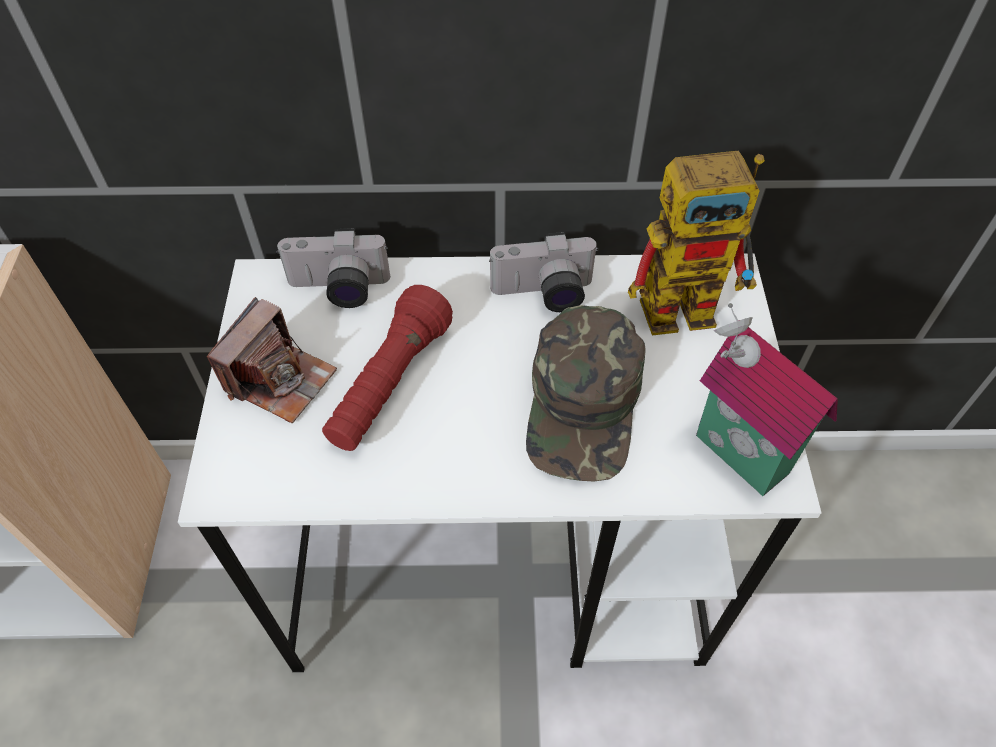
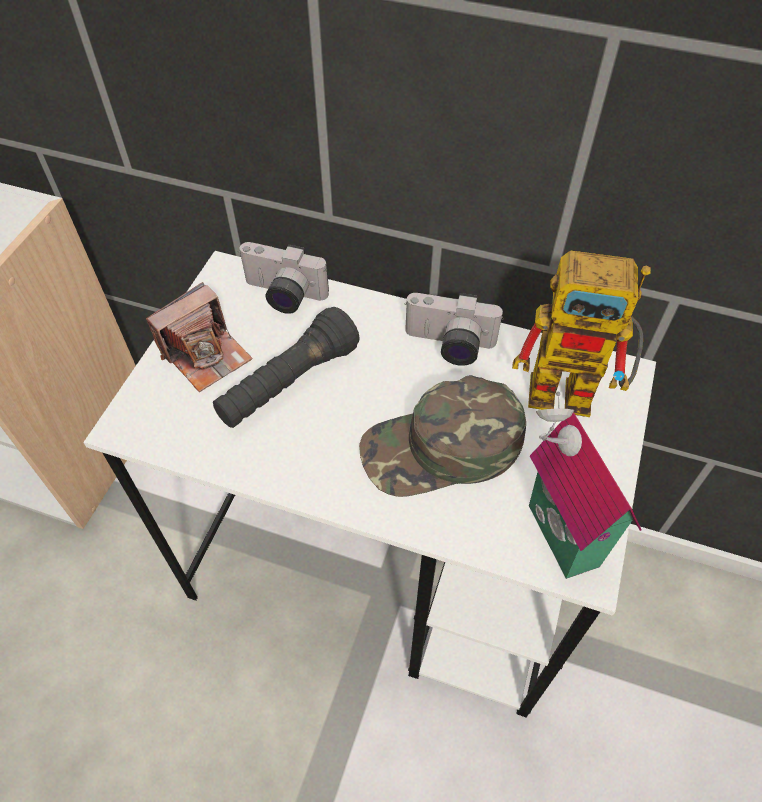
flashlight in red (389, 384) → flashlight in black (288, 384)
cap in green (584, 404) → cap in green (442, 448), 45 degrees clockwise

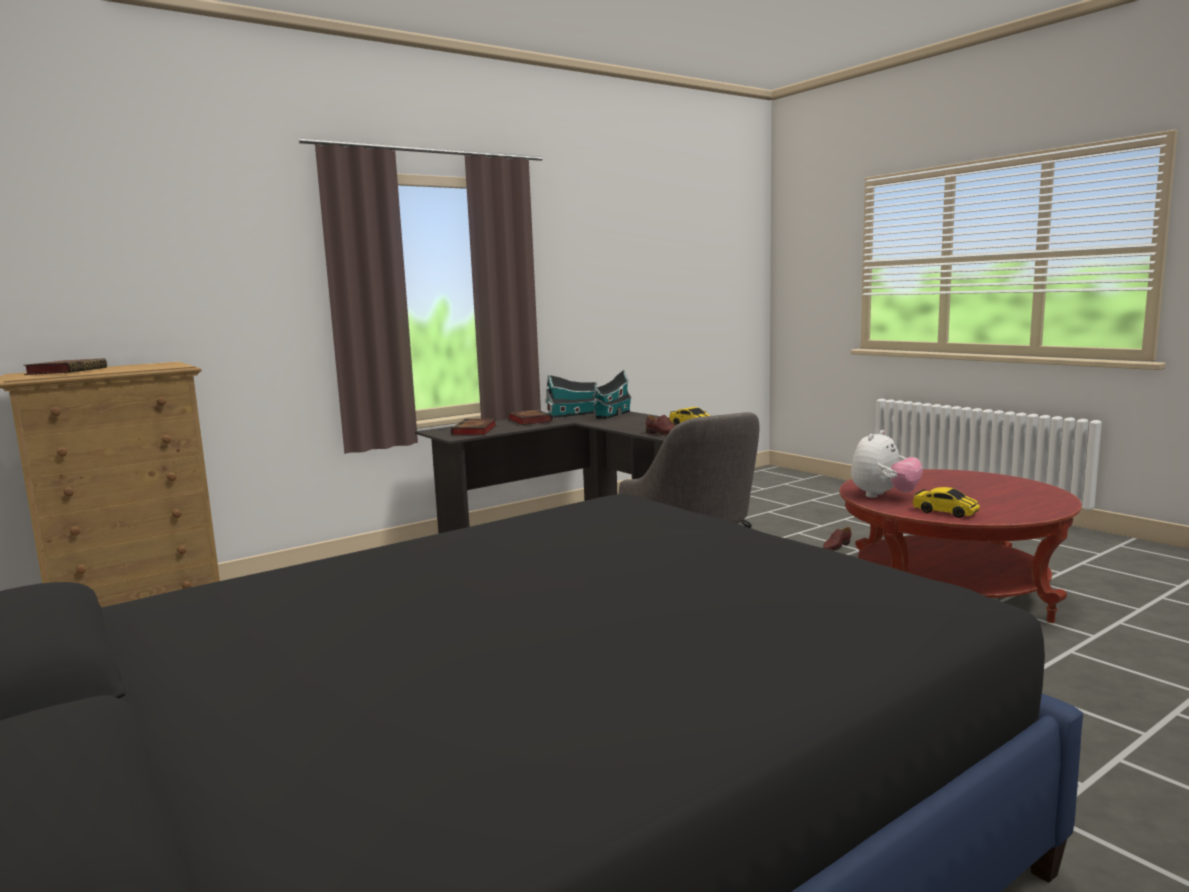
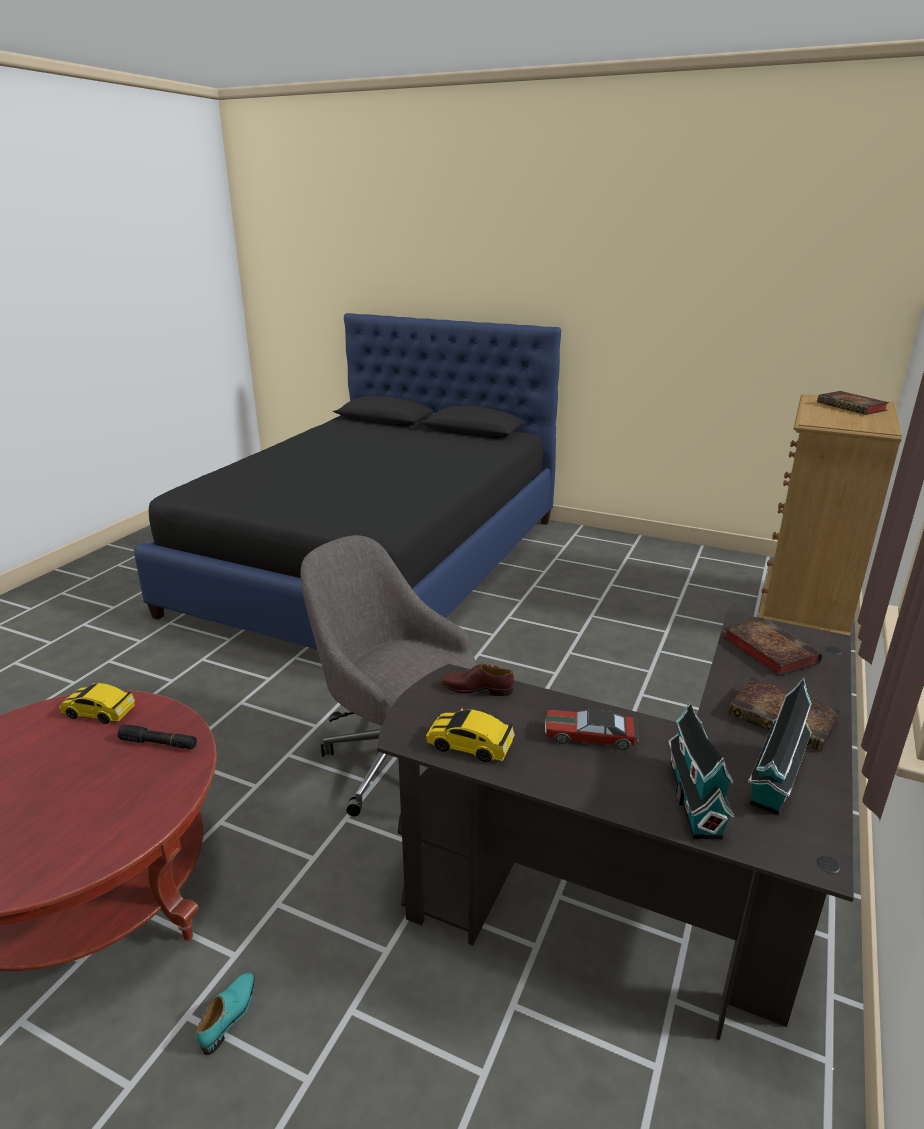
plush toy (883, 496) → flashlight in black (159, 743)
shoe in brown (836, 547) → shoe in turquoise (229, 1015)
- → toy car (590, 735)

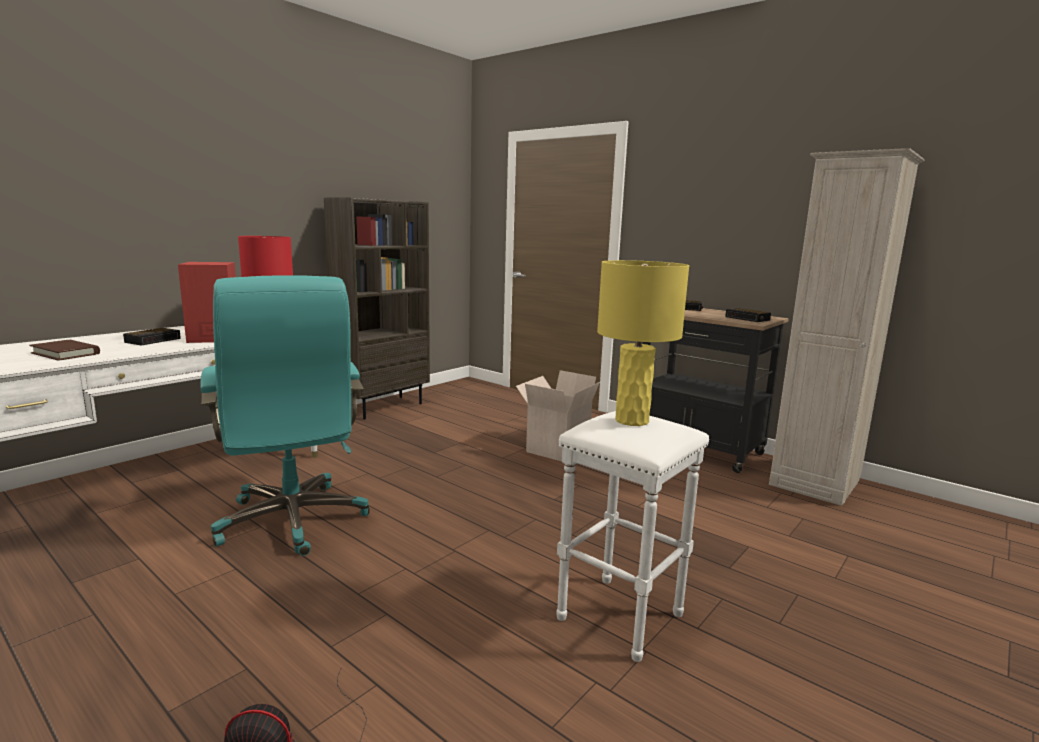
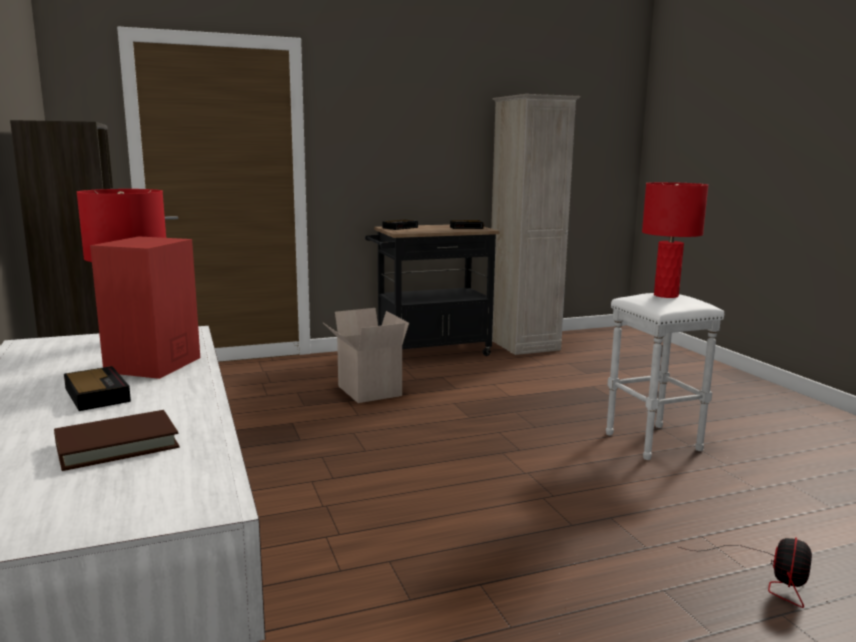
table lamp in yellow (631, 421) → table lamp in red (666, 295)
office chair in turquoise (291, 518) → -

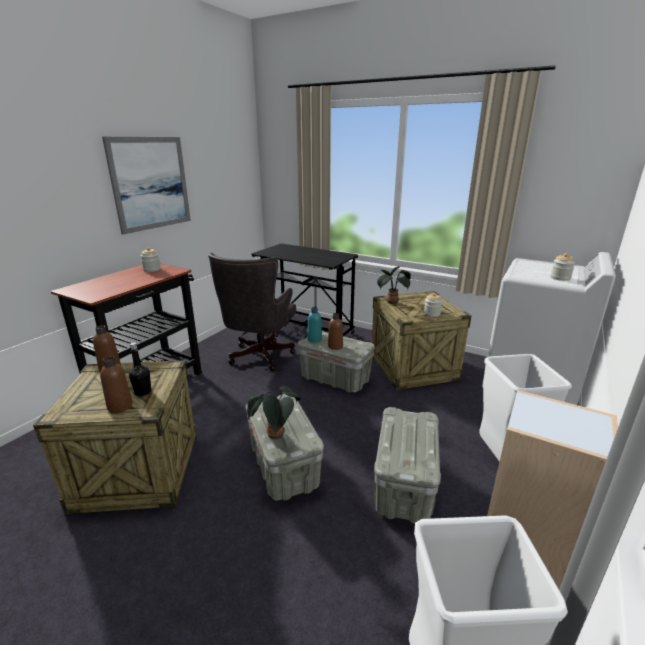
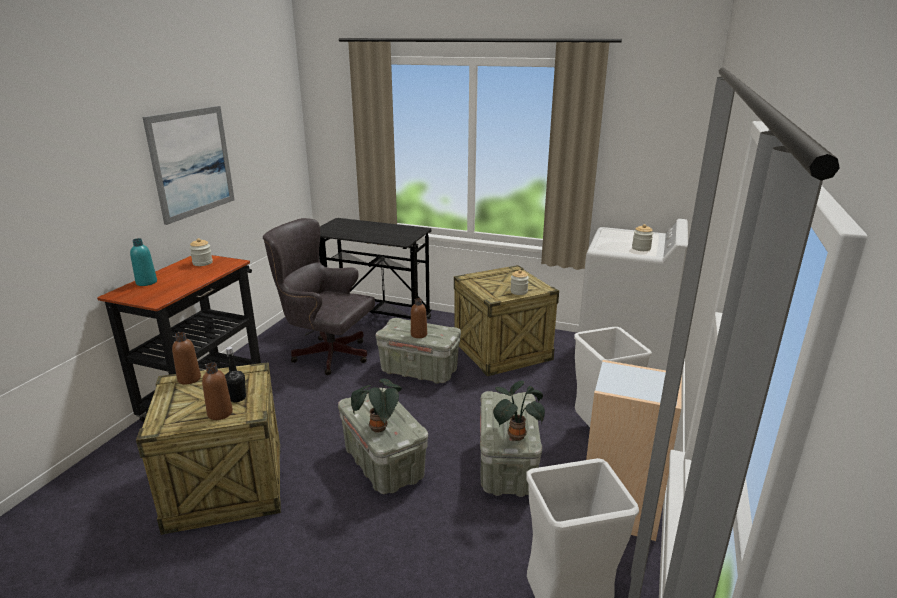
office chair in grey (260, 357) → office chair in grey (327, 354), 105 degrees clockwise
potted plant (392, 302) → potted plant (515, 435), relocated
bottle in turquoise (314, 339) → bottle in turquoise (146, 282), relocated

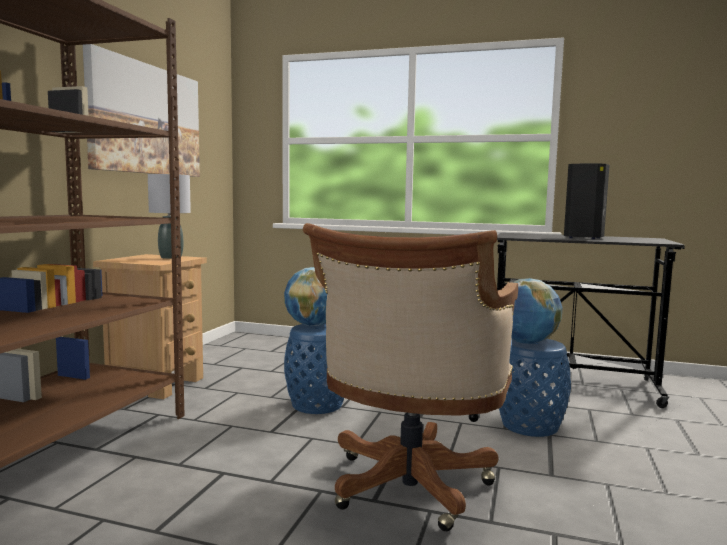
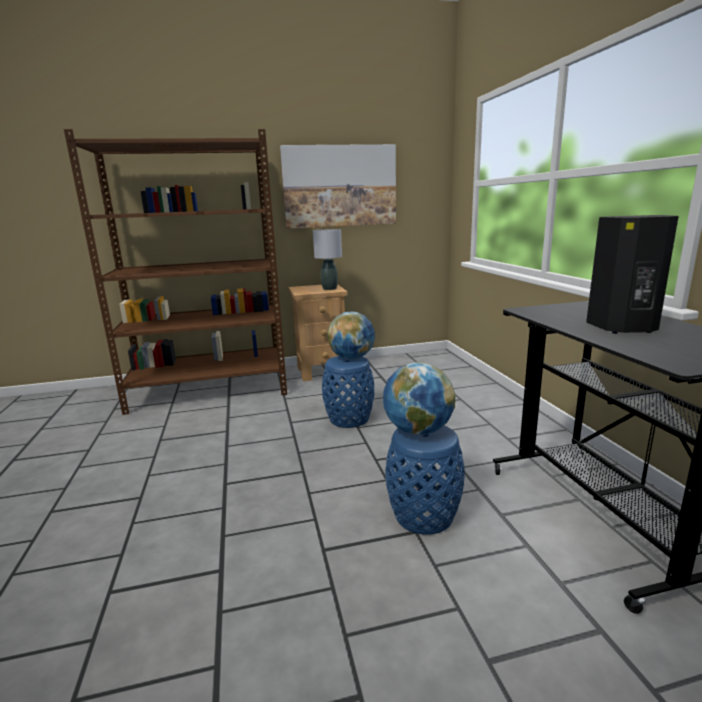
office chair (408, 489) → -

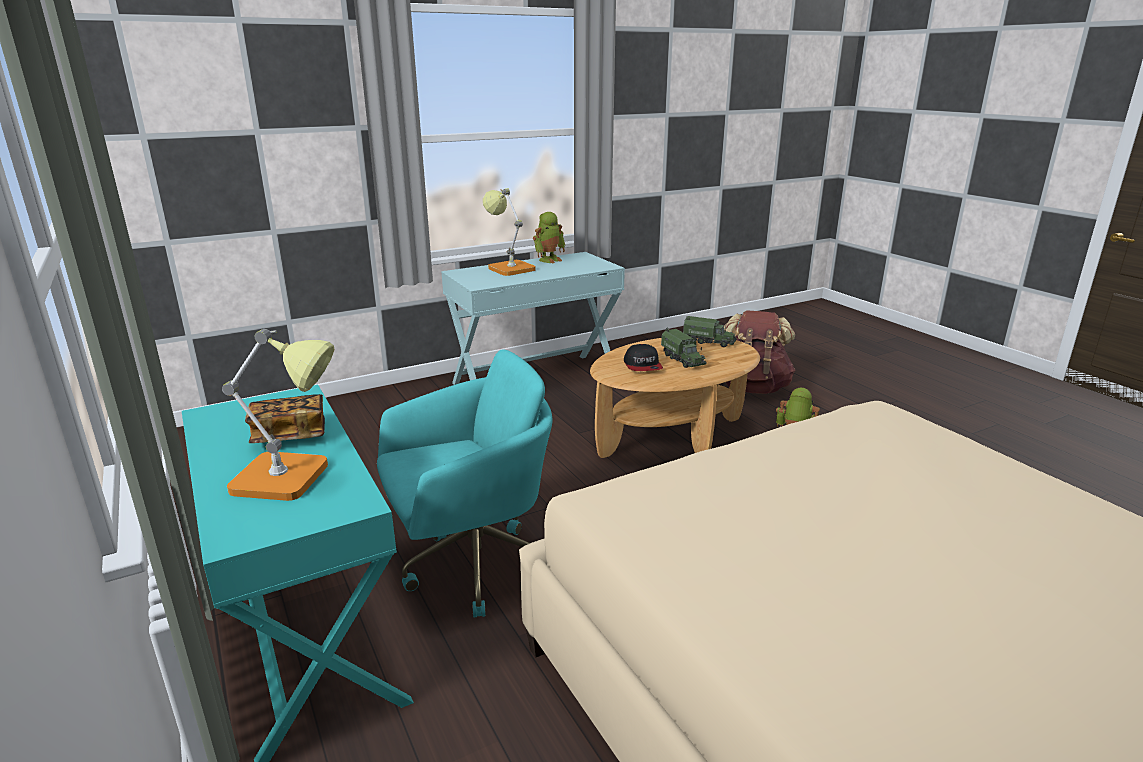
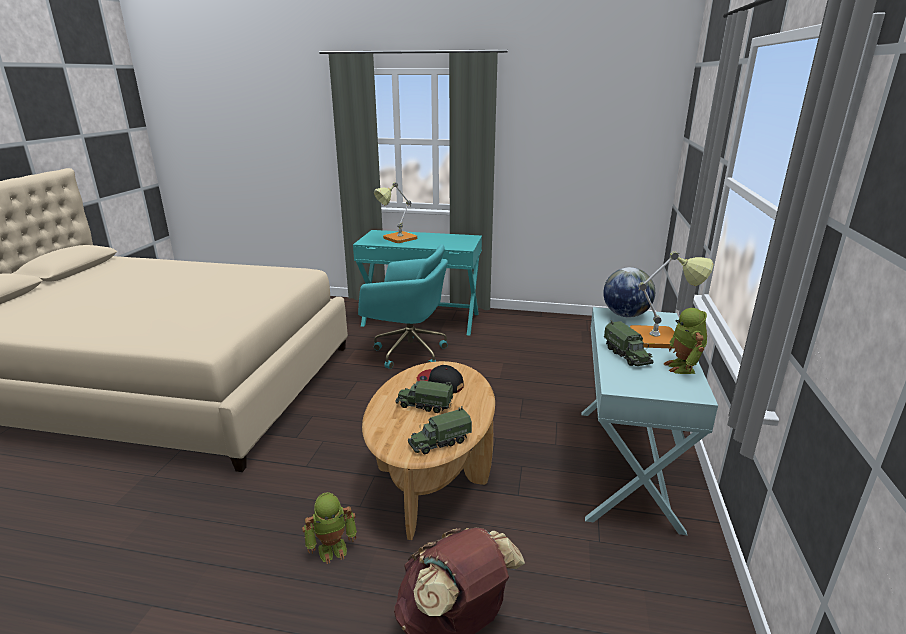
office chair in turquoise (470, 570) → office chair in turquoise (407, 353), 90 degrees counterclockwise
book (290, 435) → -
- → globe (625, 315)
- → toy truck (627, 355)

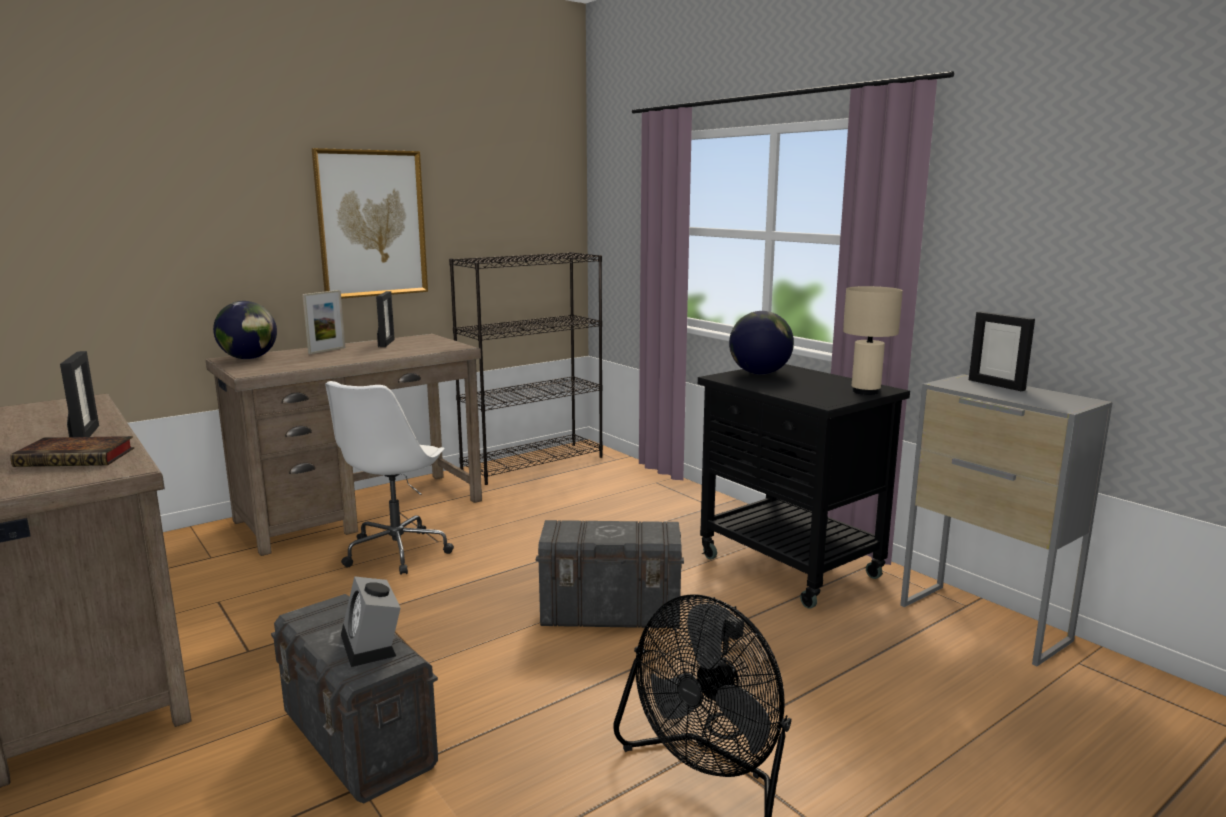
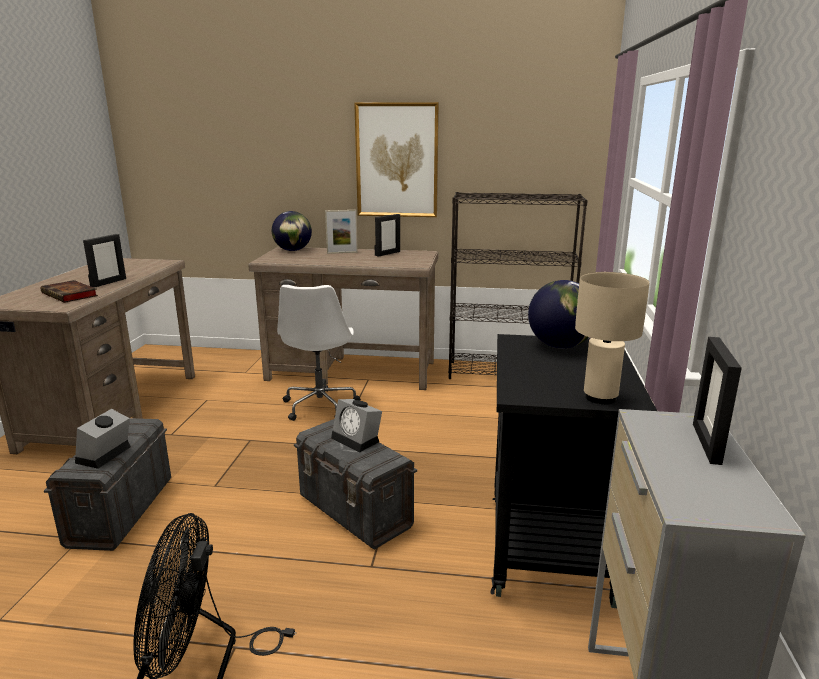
office chair in white (395, 554) → office chair in white (319, 407), 60 degrees counterclockwise
- → alarm clock (358, 439)

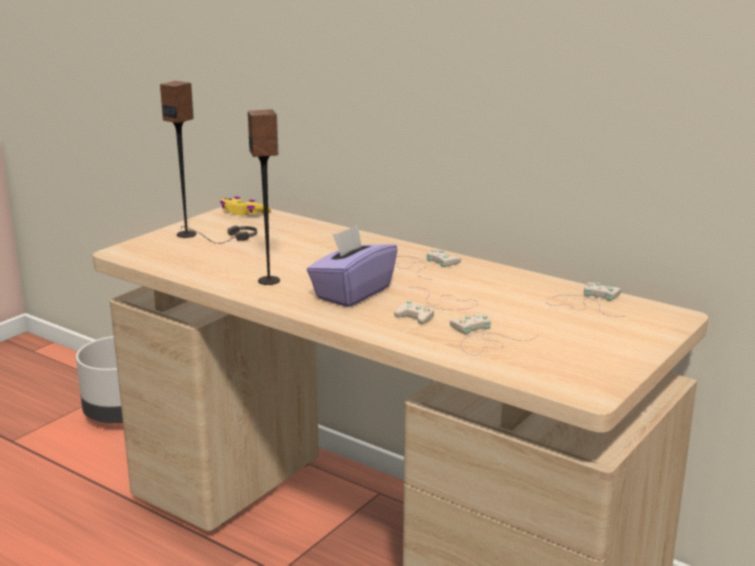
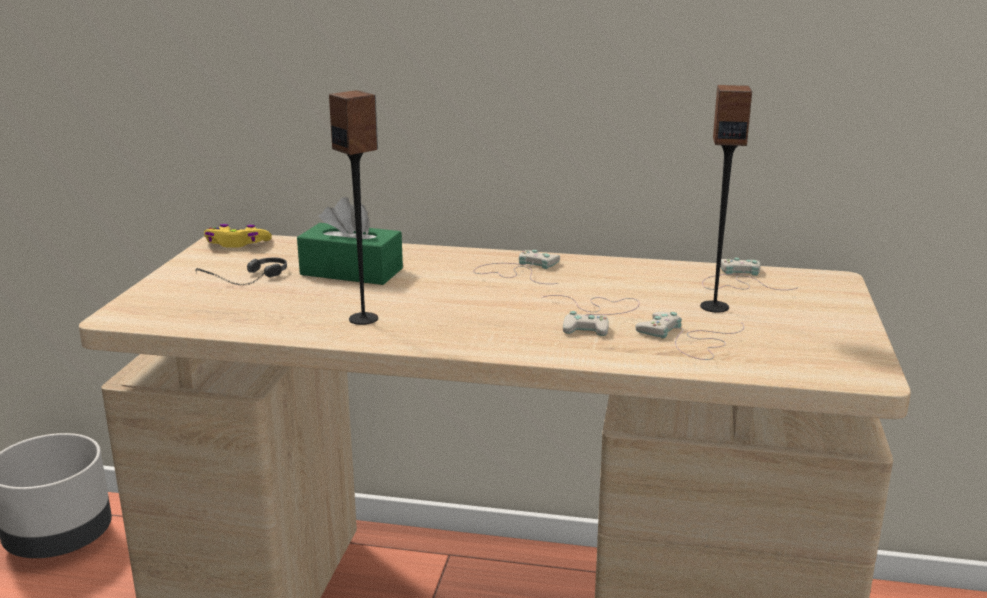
speaker (187, 234) → speaker (714, 306), relocated
tissue box in purple (352, 293) → -
- → tissue box in green (351, 272)

